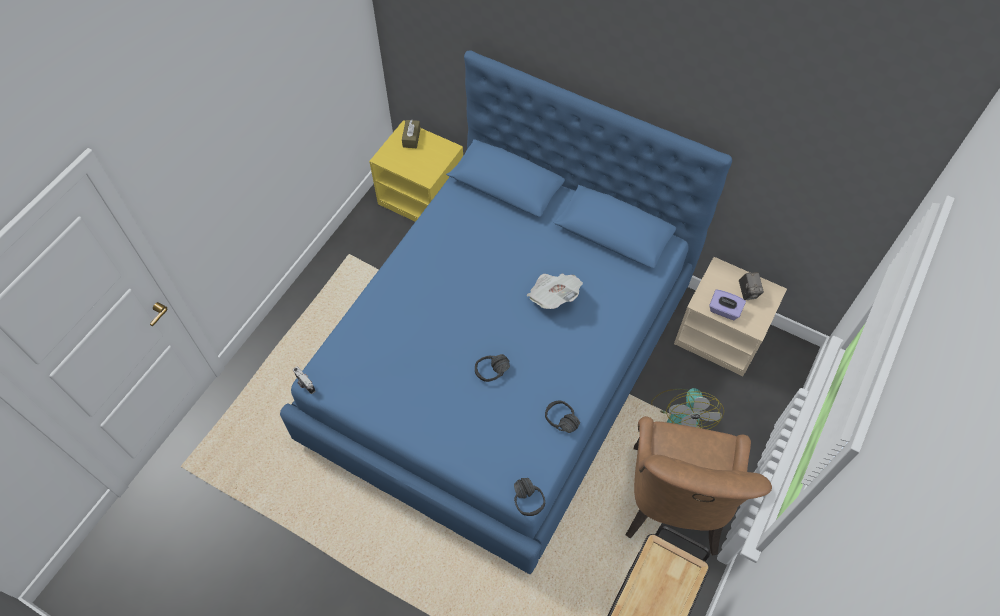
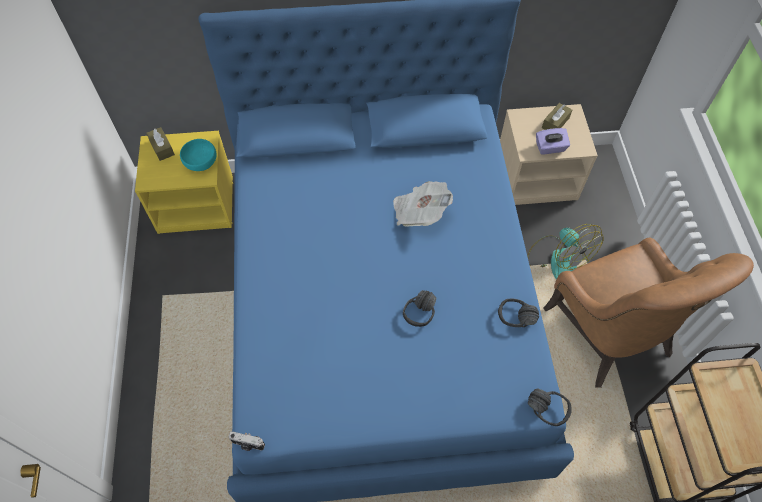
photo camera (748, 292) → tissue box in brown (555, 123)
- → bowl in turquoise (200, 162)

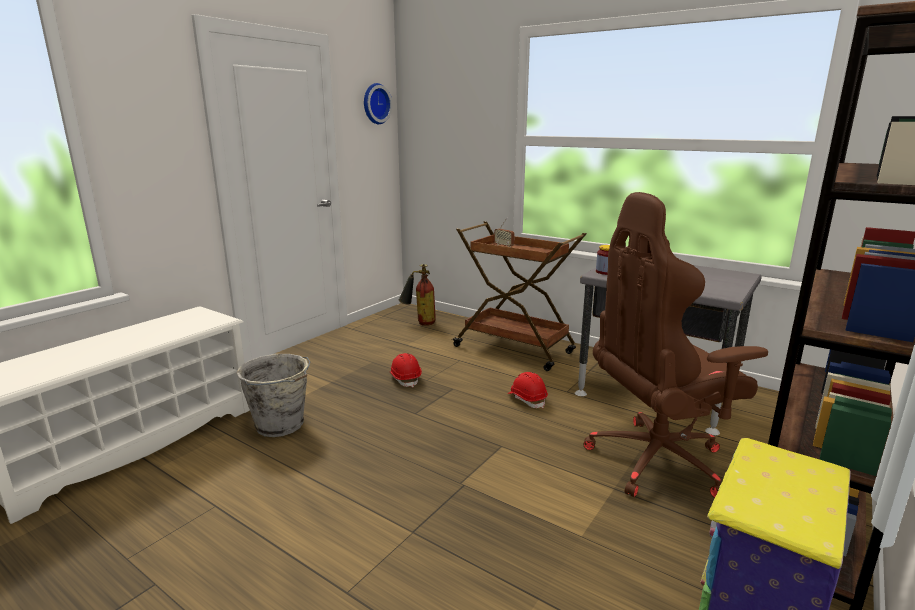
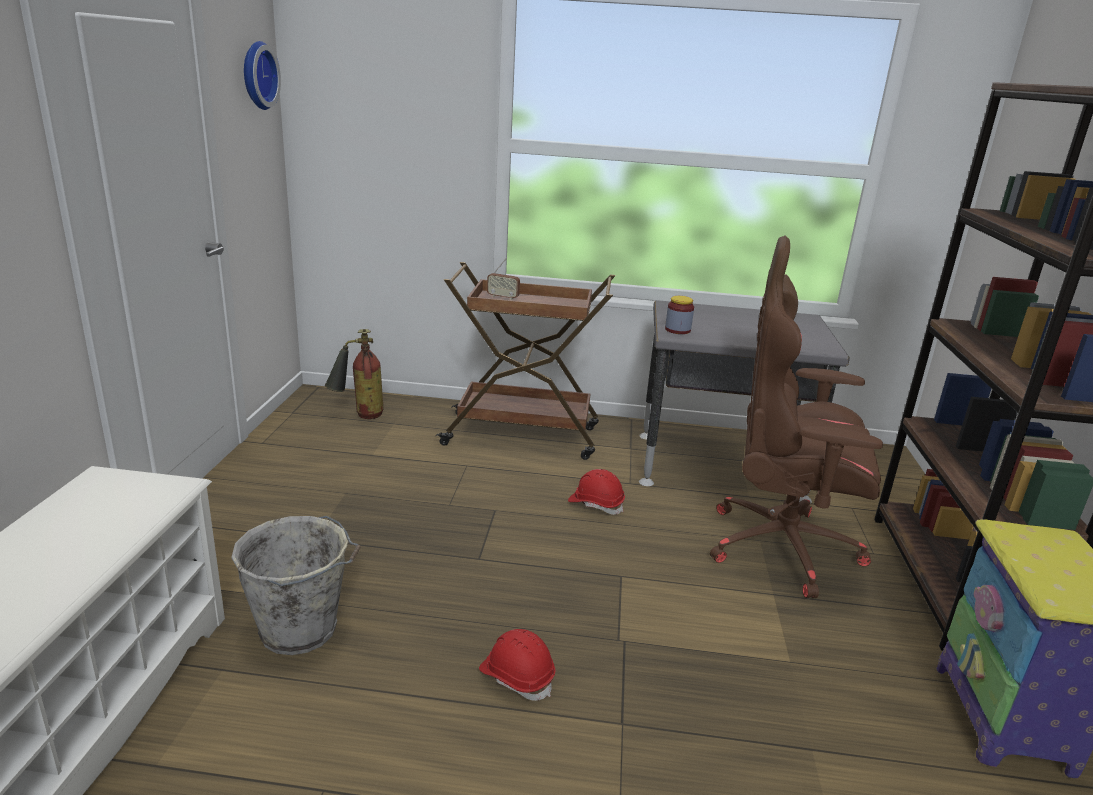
office chair in brown (657, 460) → office chair in brown (784, 547), 60 degrees clockwise
hard hat in red (405, 378) → hard hat in red (517, 677), relocated

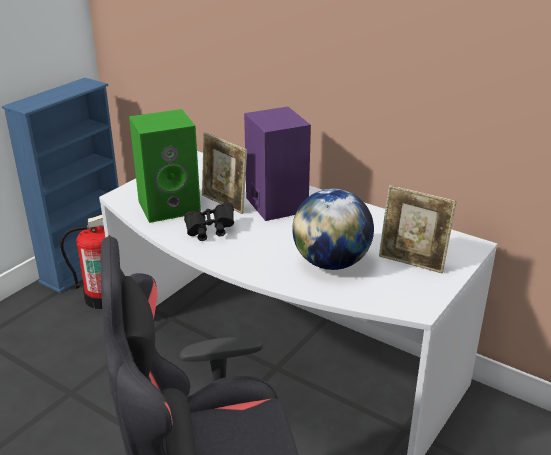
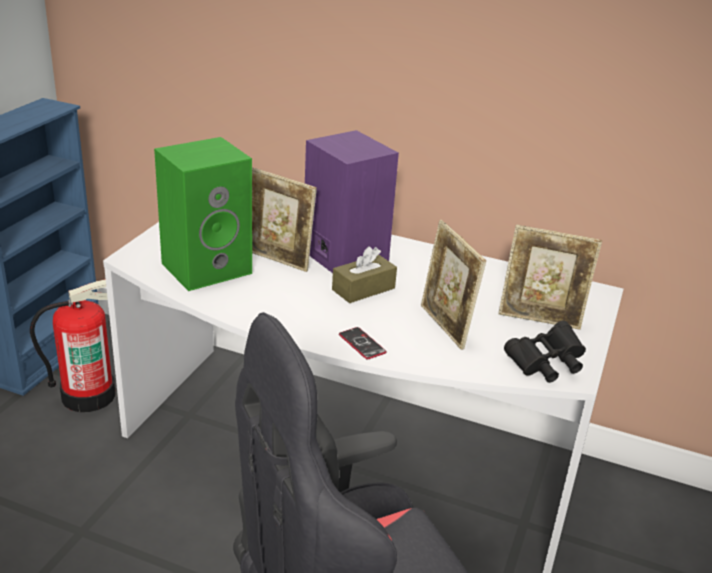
globe (331, 263) → picture frame (445, 327)
binoculars in black (210, 231) → binoculars in black (545, 365), relocated
- → tissue box in brown (363, 289)
- → phone (362, 344)

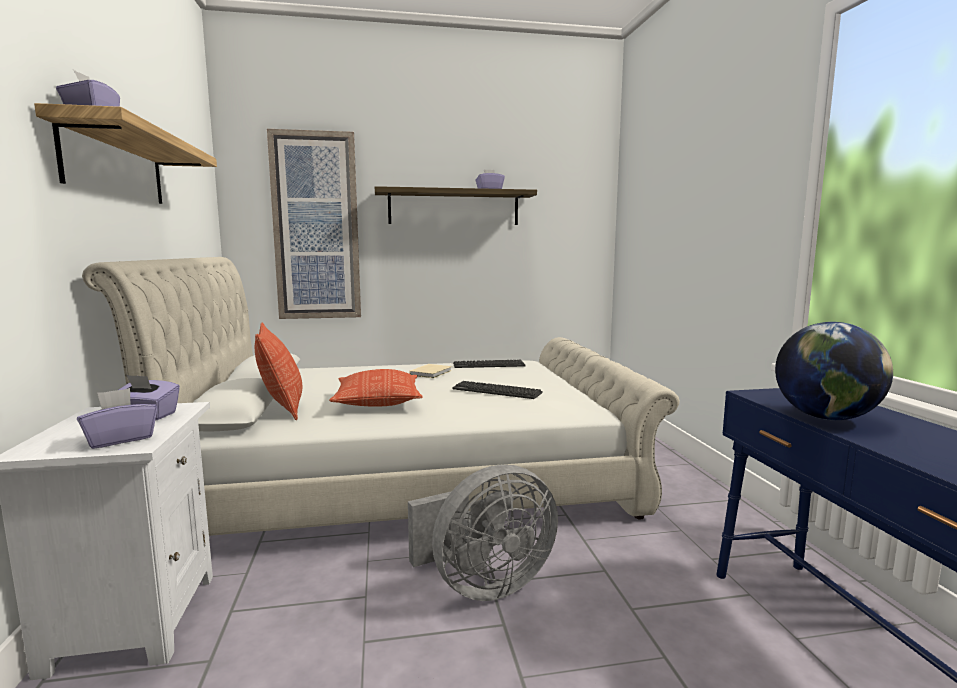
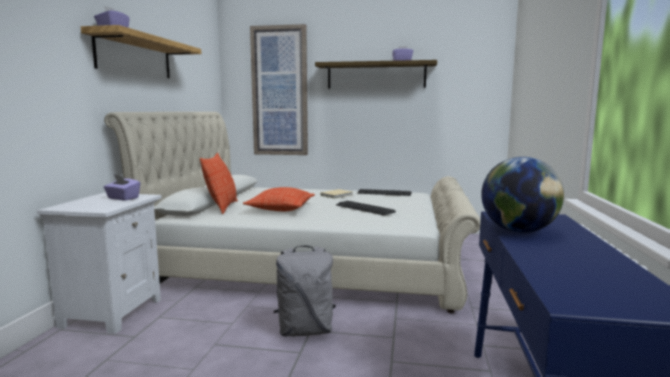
tissue box in purple (120, 439) → -
fan in grey (483, 585) → backpack in grey (305, 330)

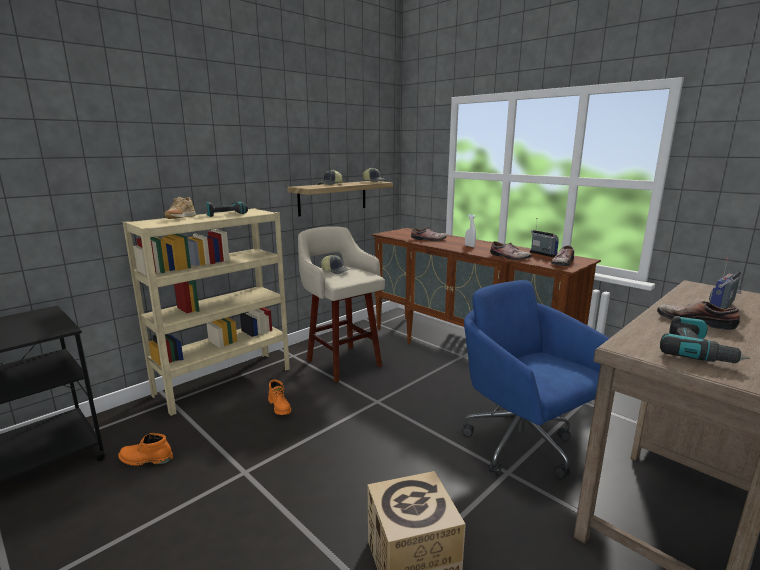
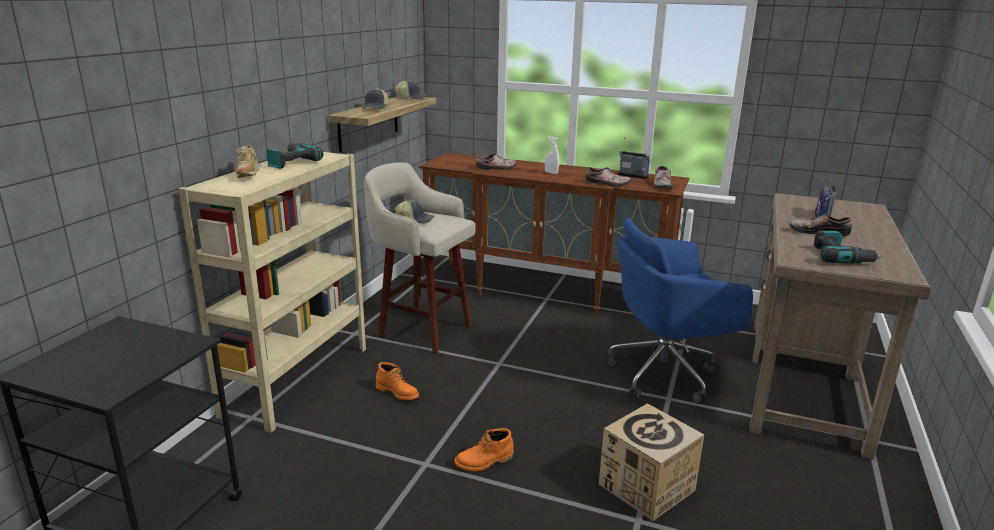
office chair in blue (523, 449) → office chair in blue (667, 375), 45 degrees counterclockwise
boot in orange (145, 459) → boot in orange (484, 462), relocated

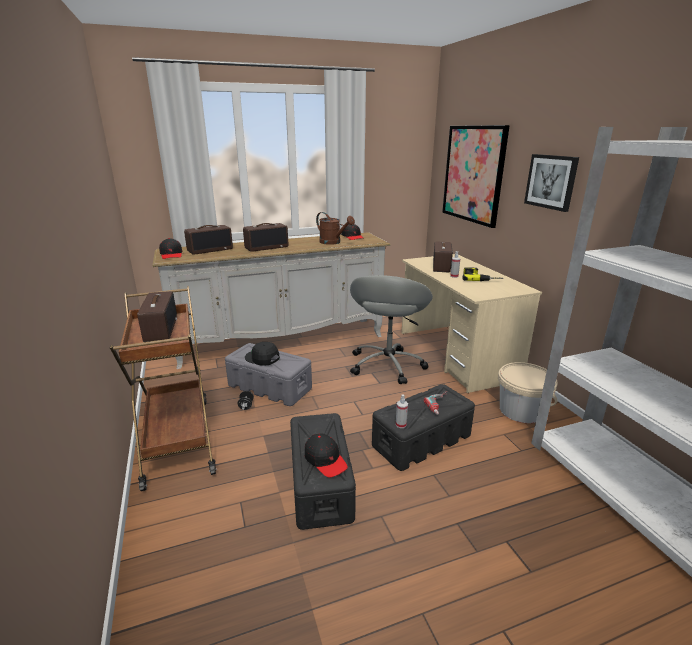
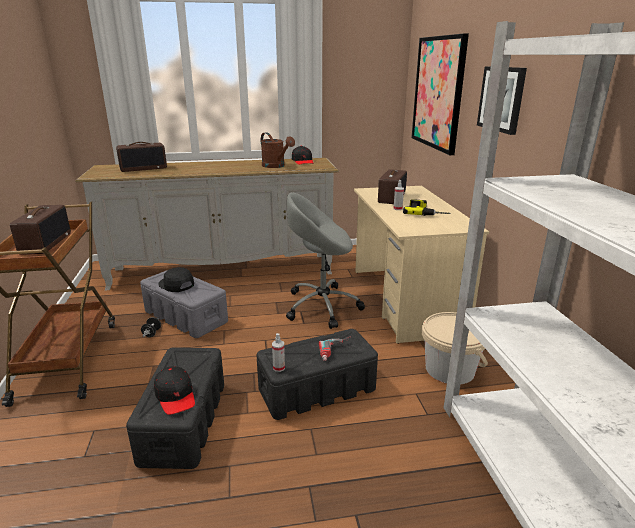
radio (266, 247) → -
cap in black (171, 254) → -
office chair in grey (386, 366) → office chair in grey (320, 306), 60 degrees clockwise

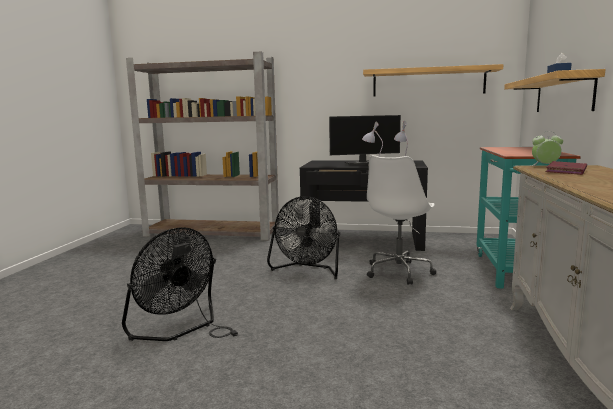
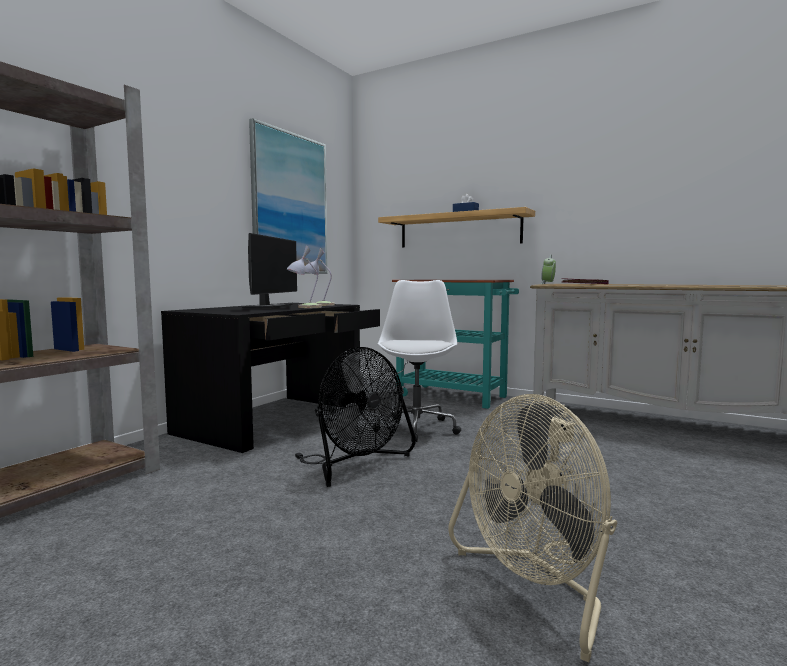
shelf (428, 82) → picture (290, 204)
office chair in white (398, 273) → office chair in white (416, 428), 135 degrees counterclockwise
fan in black (187, 327) → fan in beige (537, 584)

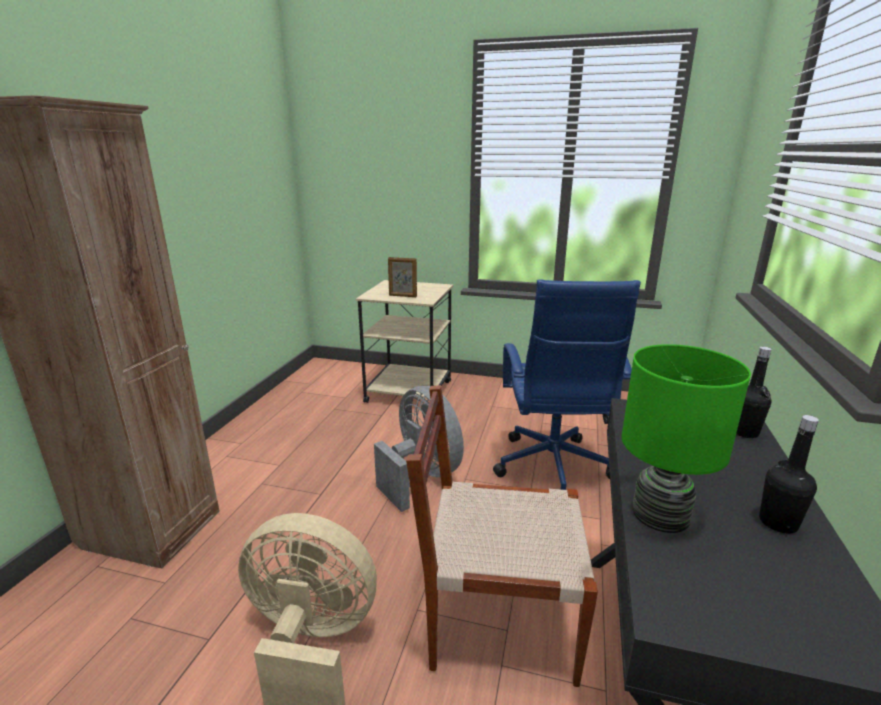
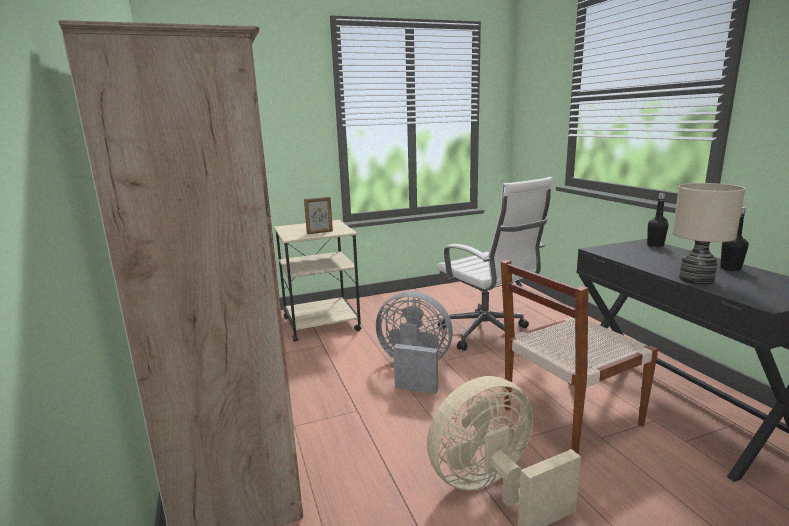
office chair in blue (553, 469) → office chair in white (488, 335)
table lamp in green (660, 515) → table lamp in beige (696, 279)

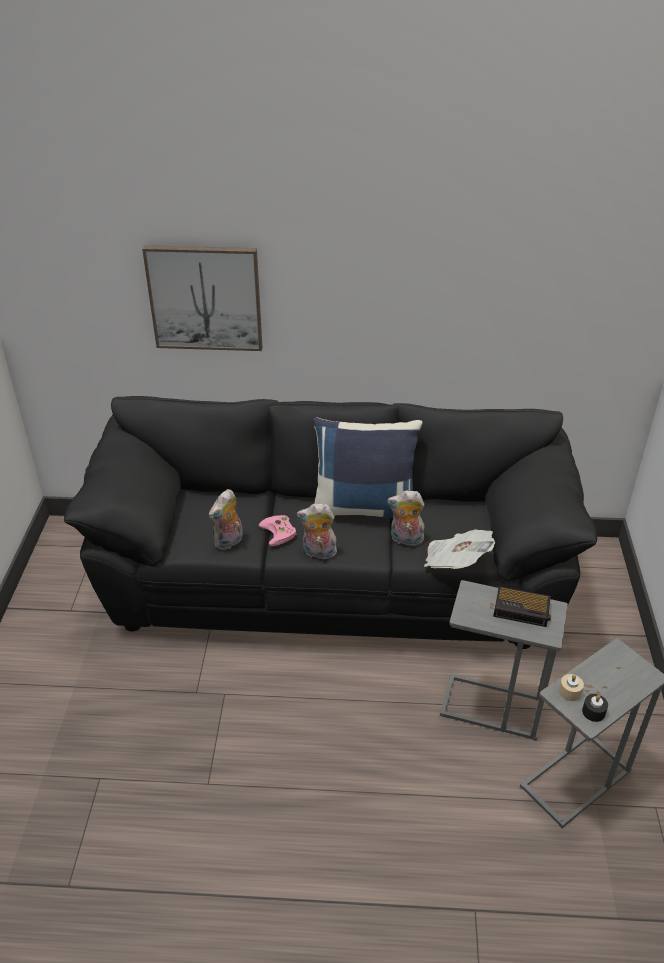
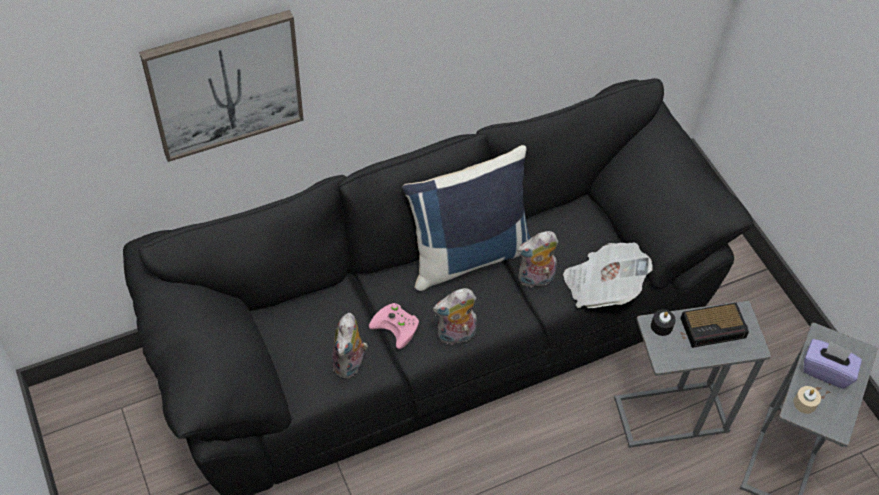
candle in black (593, 712) → candle in black (661, 326), relocated
- → tissue box in purple (826, 371)

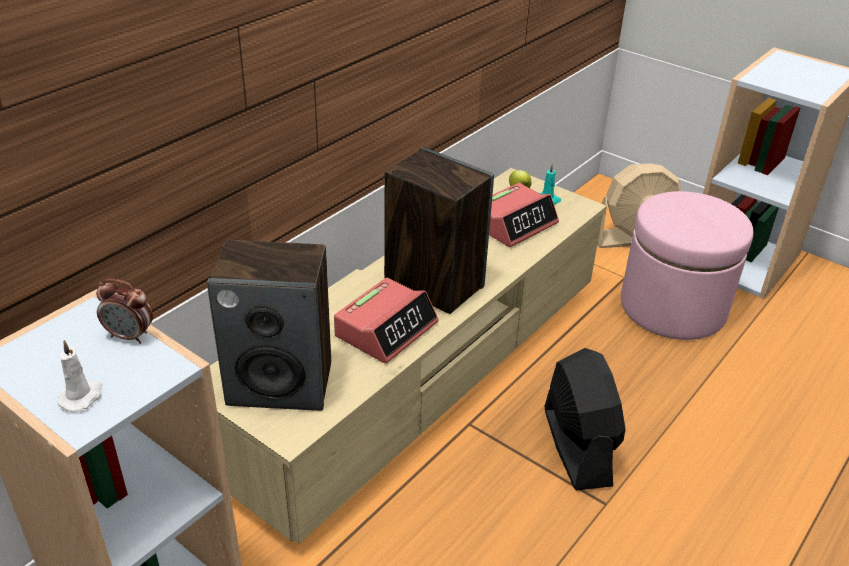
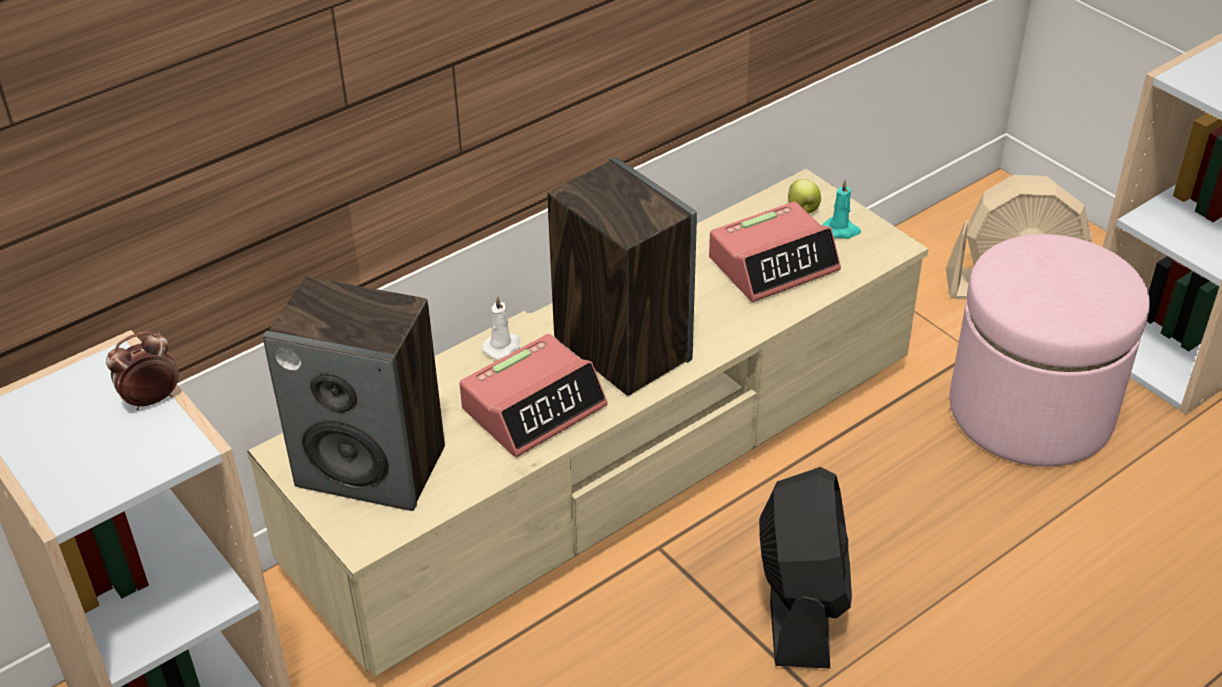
alarm clock (130, 336) → alarm clock (151, 400), 120 degrees clockwise
candle in white (82, 397) → candle in white (503, 347), relocated

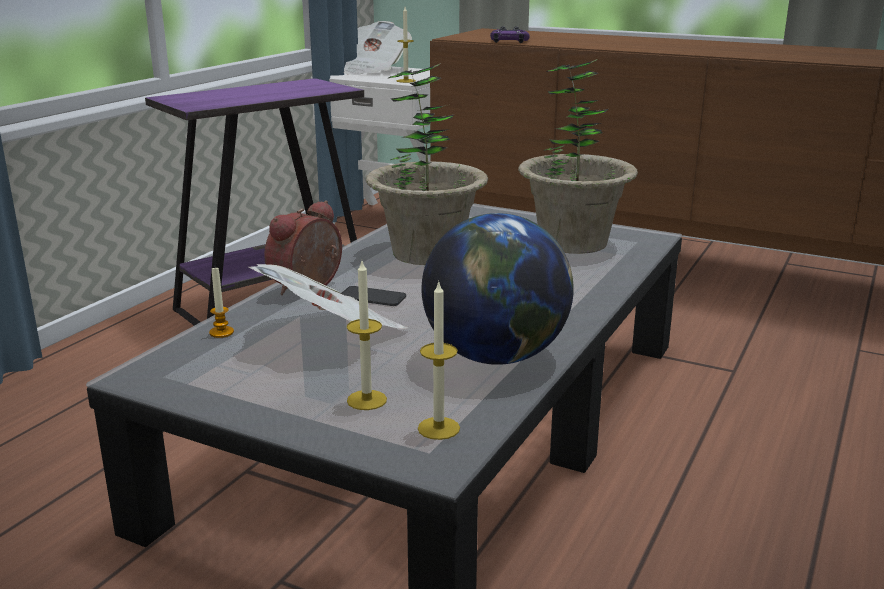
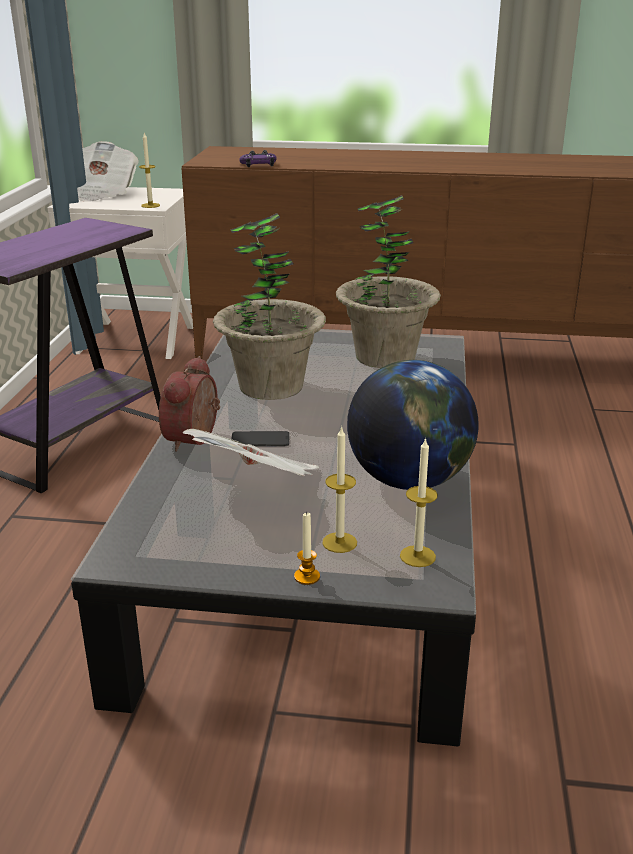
candle (221, 332) → candle (307, 577), relocated

